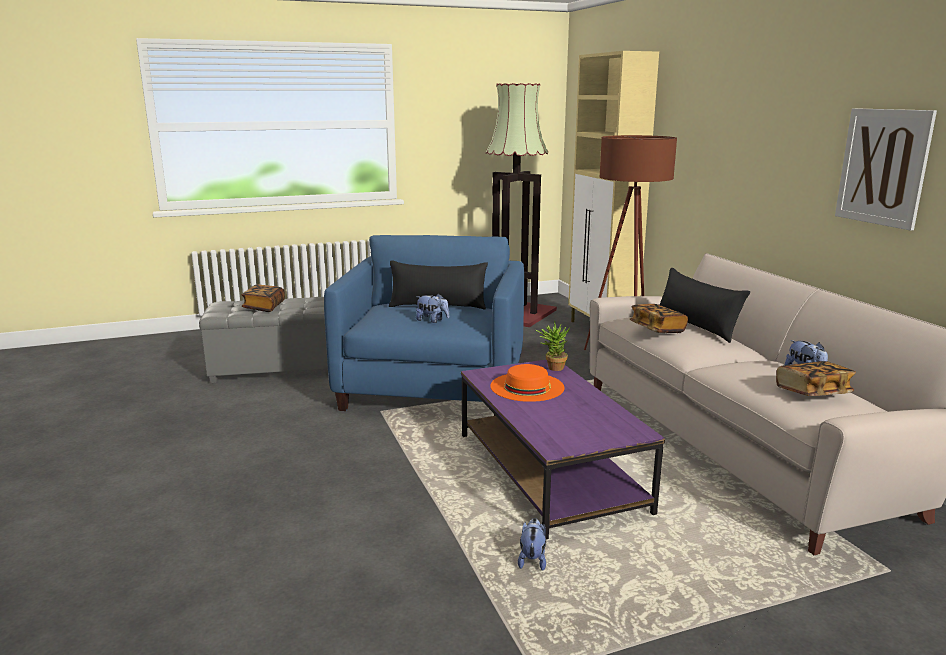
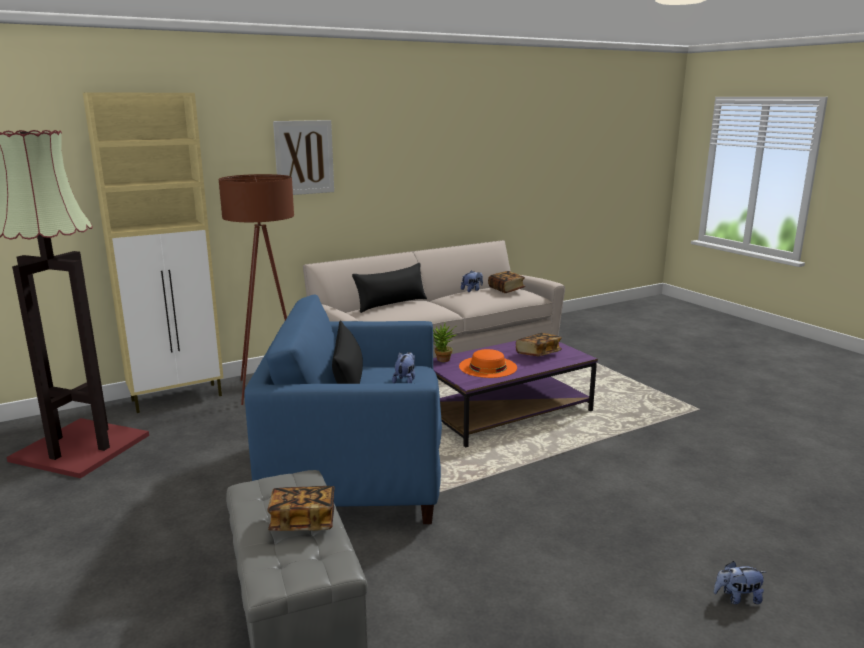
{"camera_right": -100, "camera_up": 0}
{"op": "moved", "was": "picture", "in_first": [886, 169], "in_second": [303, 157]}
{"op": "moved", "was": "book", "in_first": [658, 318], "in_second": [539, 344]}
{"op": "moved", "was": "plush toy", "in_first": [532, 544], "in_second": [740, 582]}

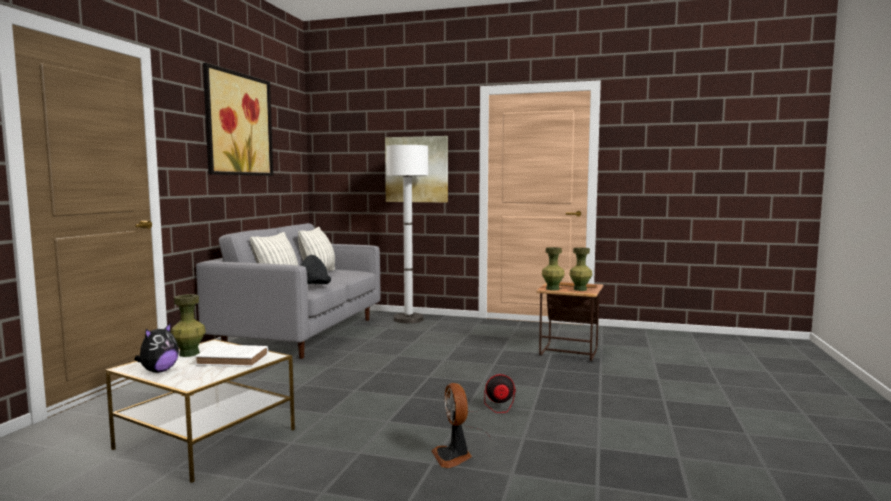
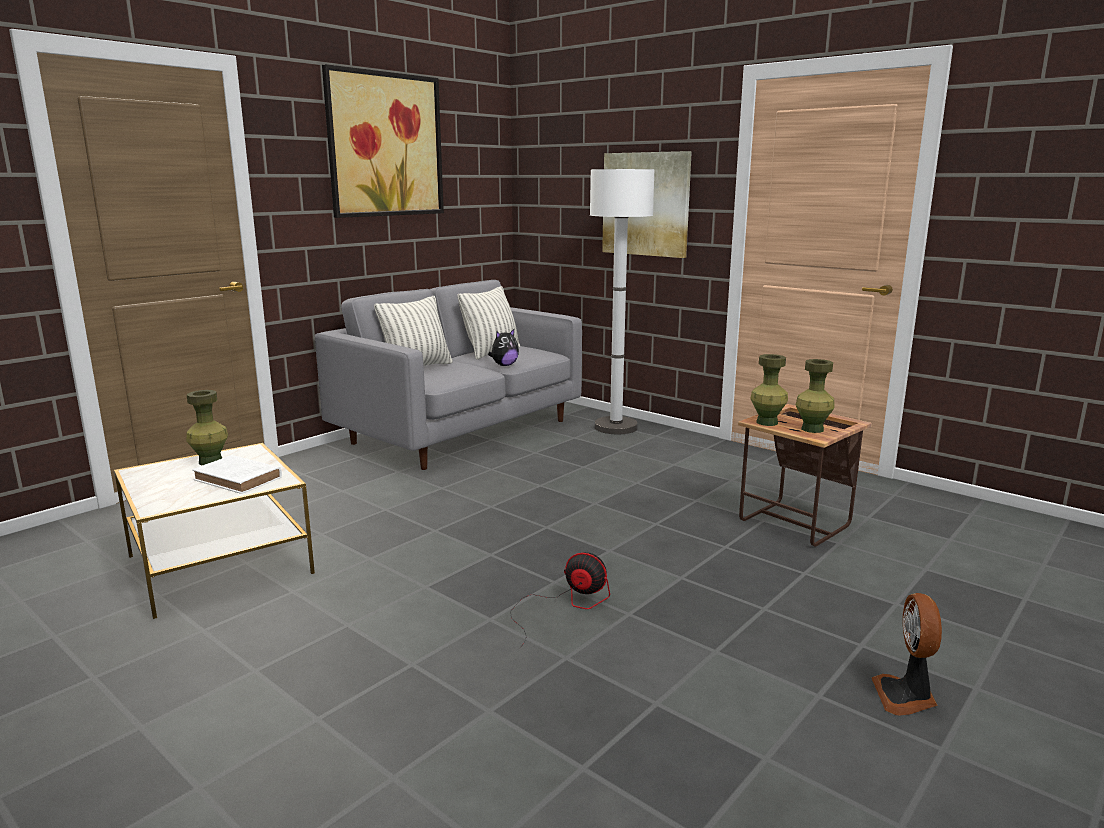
{"camera_right": 25, "camera_up": 10}
{"op": "moved", "was": "plush toy", "in_first": [156, 348], "in_second": [503, 347]}
{"op": "moved", "was": "fan", "in_first": [451, 425], "in_second": [907, 654]}
{"op": "removed", "was": "hat/black", "in_first": [315, 269]}

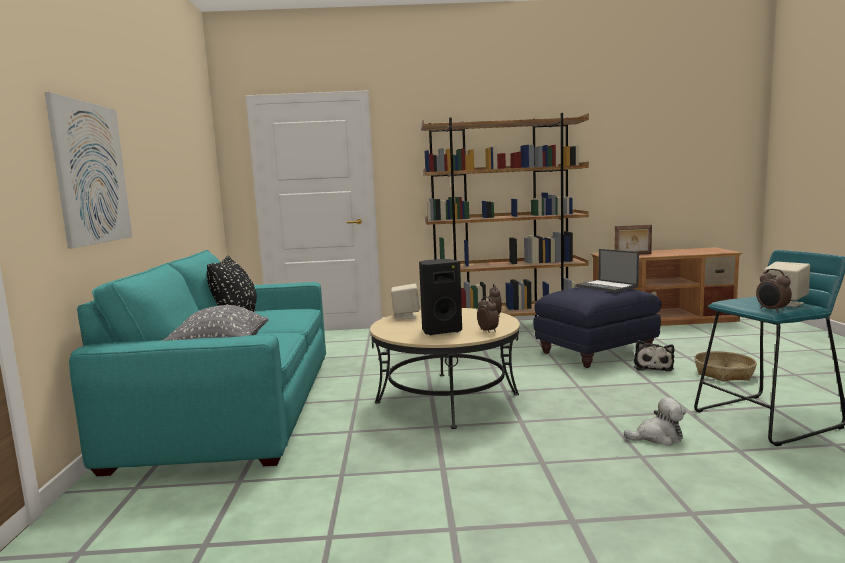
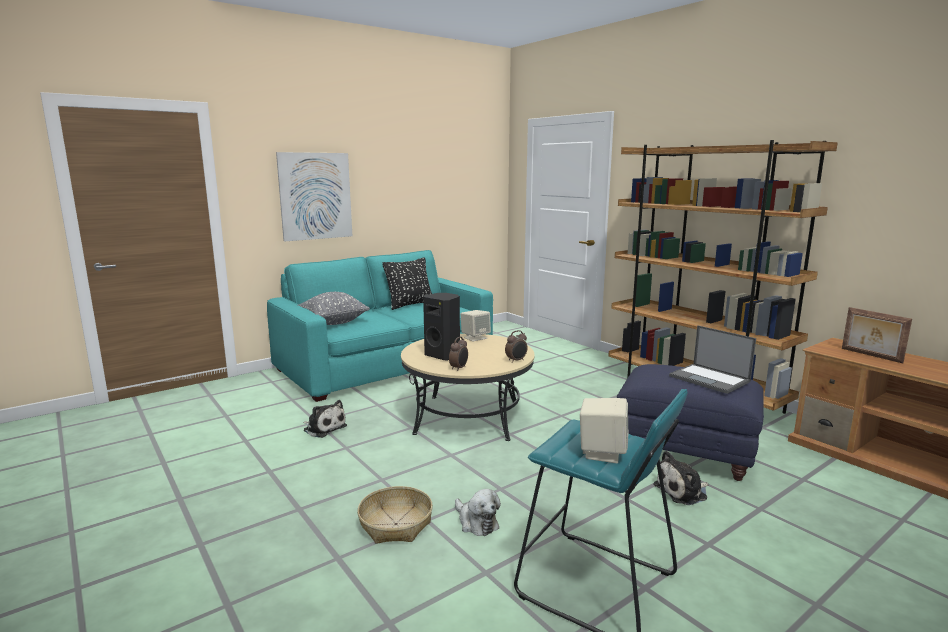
{"camera_right": 55, "camera_up": 5}
{"op": "added", "now": "plush toy", "in_second": [325, 419]}
{"op": "moved", "was": "basket", "in_first": [725, 366], "in_second": [395, 515]}
{"op": "turned", "was": "laptop", "in_first": [607, 270], "in_second": [712, 359], "clockwise": -60}
{"op": "removed", "was": "alarm clock", "in_first": [774, 291]}

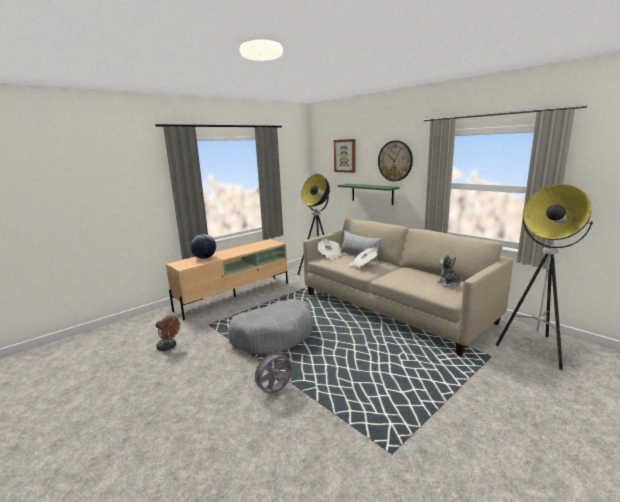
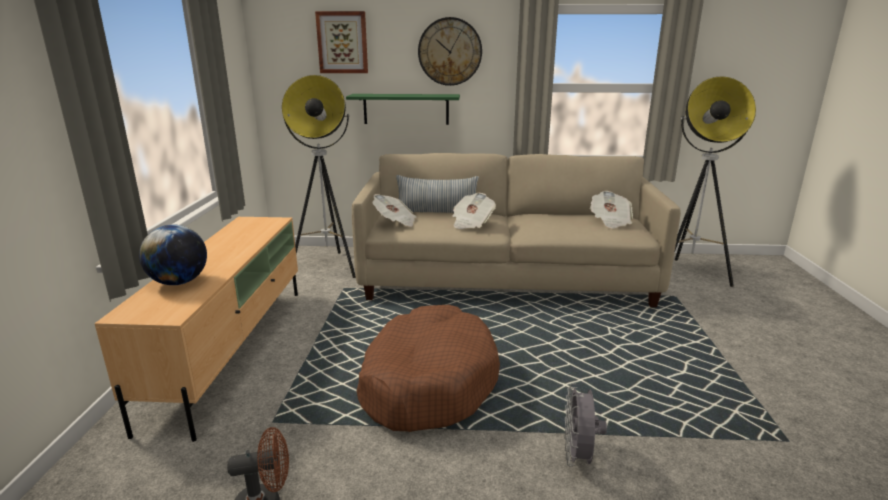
{"camera_right": -45, "camera_up": 5}
{"op": "recoloured", "was": "dog bed/grey", "now": "dog bed/brown", "in_first": [270, 327], "in_second": [428, 368]}
{"op": "replaced", "was": "plush toy", "now": "newspaper", "in_first": [449, 270], "in_second": [611, 209]}

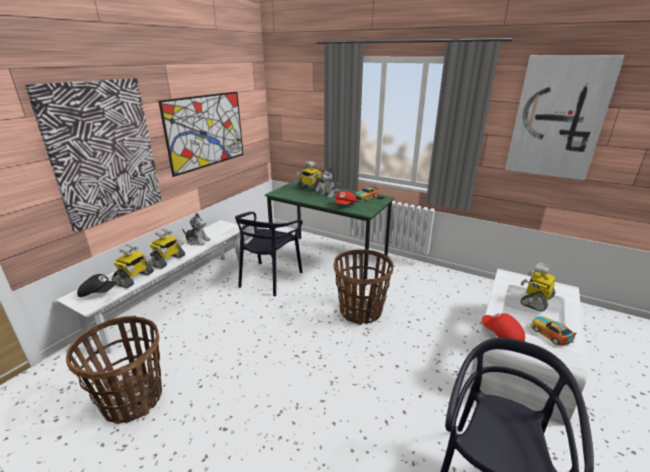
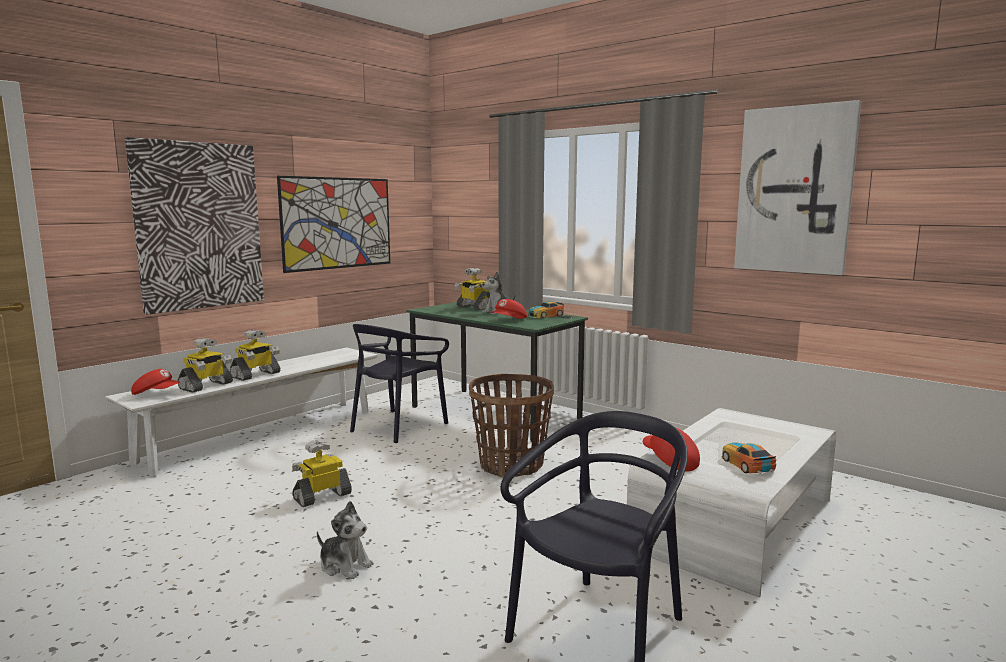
{"camera_right": 10, "camera_up": -15}
{"op": "recoloured", "was": "cap/black", "now": "cap/red", "in_first": [97, 285], "in_second": [155, 382]}
{"op": "moved", "was": "toy robot", "in_first": [537, 287], "in_second": [322, 473]}
{"op": "moved", "was": "plush toy", "in_first": [196, 229], "in_second": [345, 540]}
{"op": "removed", "was": "basket", "in_first": [114, 370]}

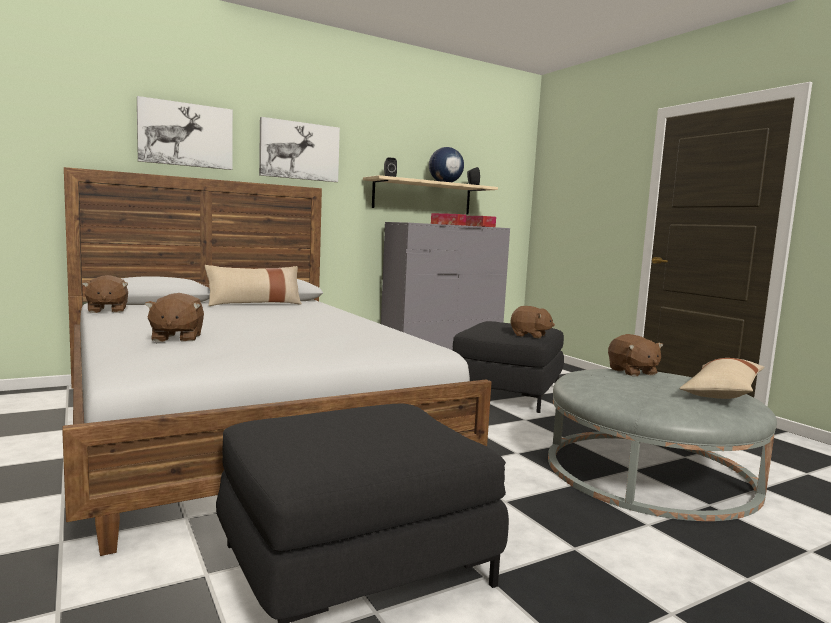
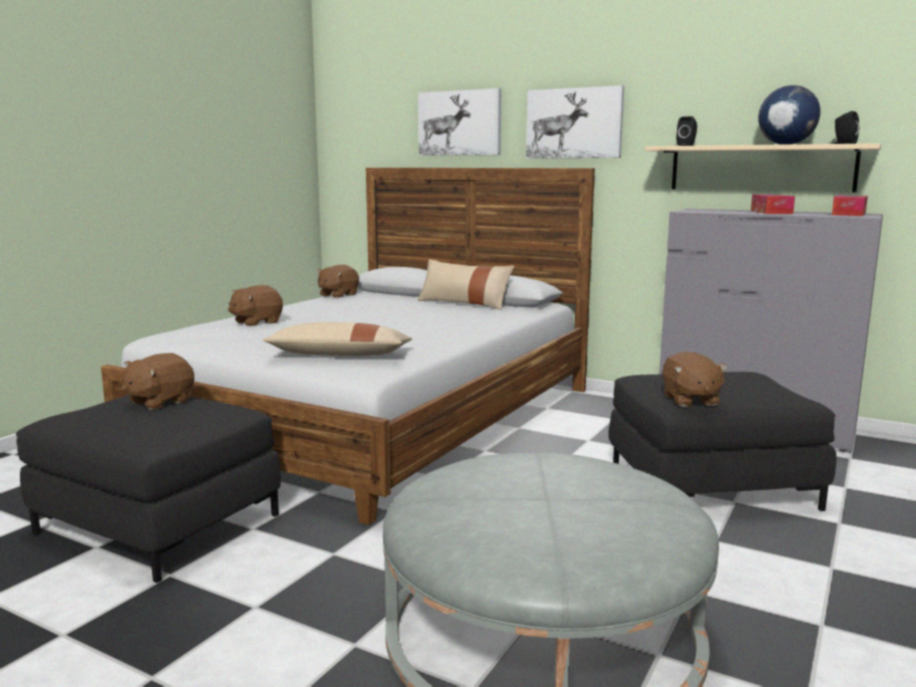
{"camera_right": 60, "camera_up": 5}
{"op": "moved", "was": "plush toy/brown", "in_first": [635, 355], "in_second": [157, 381]}
{"op": "moved", "was": "pillow/beige", "in_first": [722, 378], "in_second": [337, 339]}

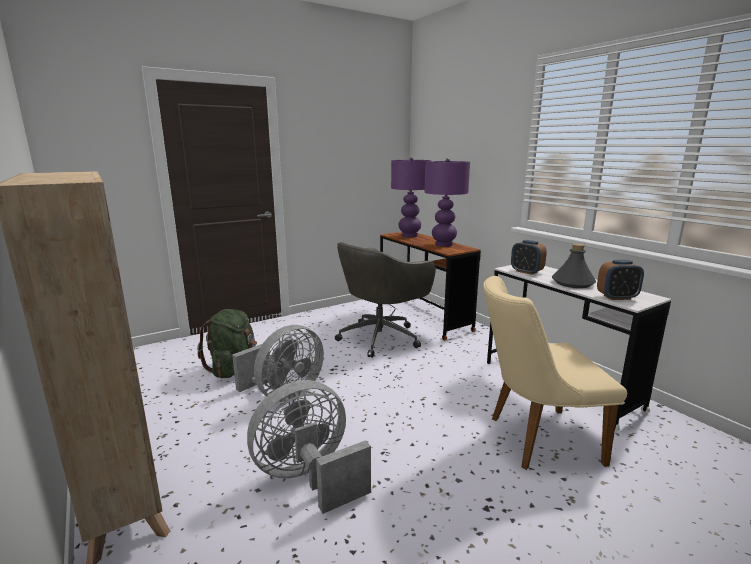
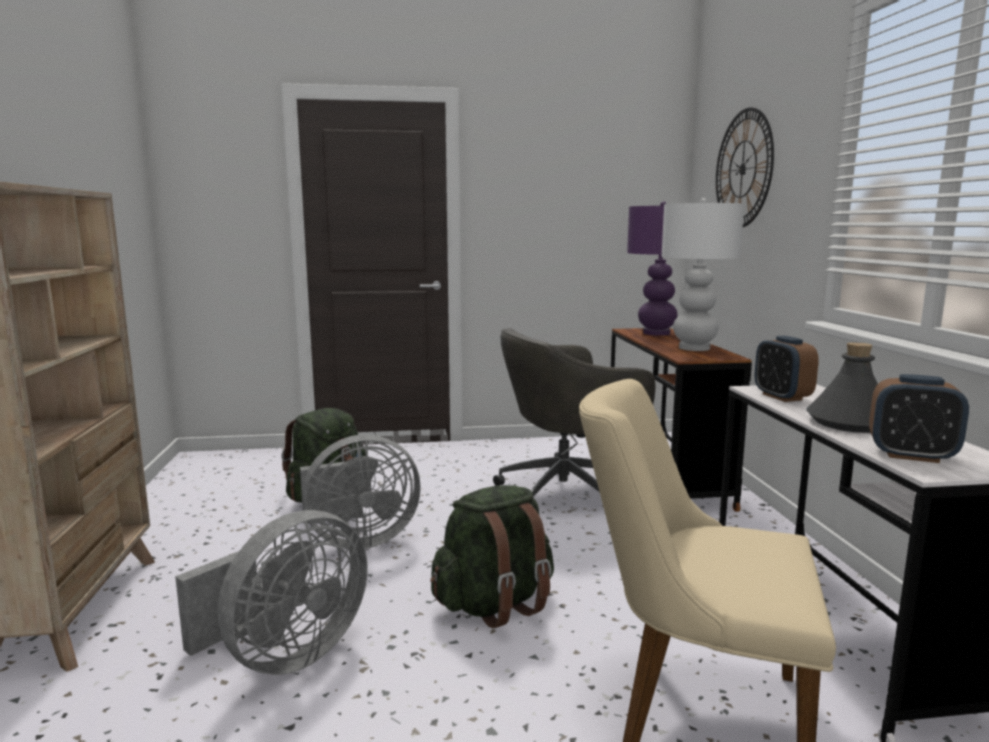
{"camera_right": 25, "camera_up": -5}
{"op": "turned", "was": "fan/grey", "in_first": [309, 447], "in_second": [271, 592], "clockwise": 135}
{"op": "added", "now": "backpack/green", "in_second": [492, 556]}
{"op": "recoloured", "was": "table lamp/purple", "now": "table lamp/white", "in_first": [447, 202], "in_second": [703, 274]}
{"op": "added", "now": "wall clock", "in_second": [745, 167]}

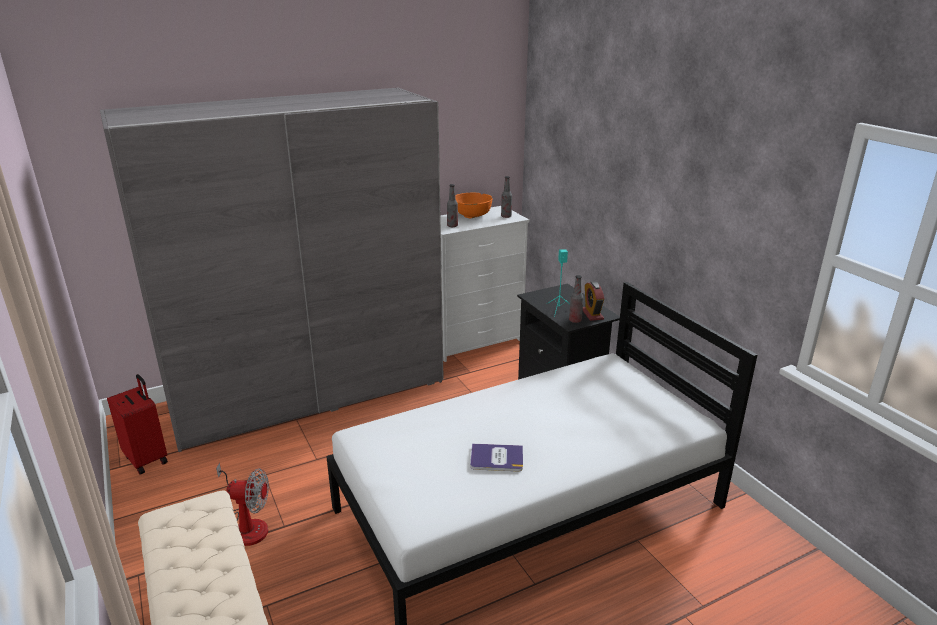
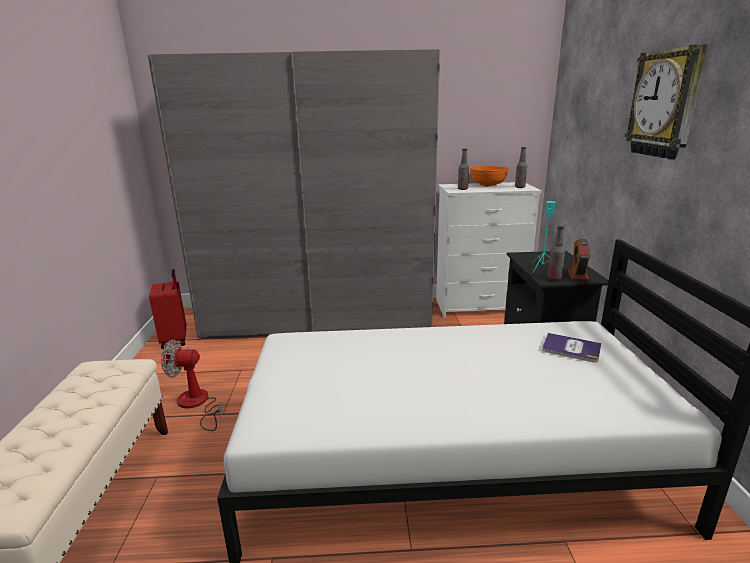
{"camera_right": 25, "camera_up": -5}
{"op": "turned", "was": "fan", "in_first": [242, 504], "in_second": [192, 385], "clockwise": 150}
{"op": "moved", "was": "book", "in_first": [496, 457], "in_second": [571, 348]}
{"op": "added", "now": "wall clock", "in_second": [666, 102]}

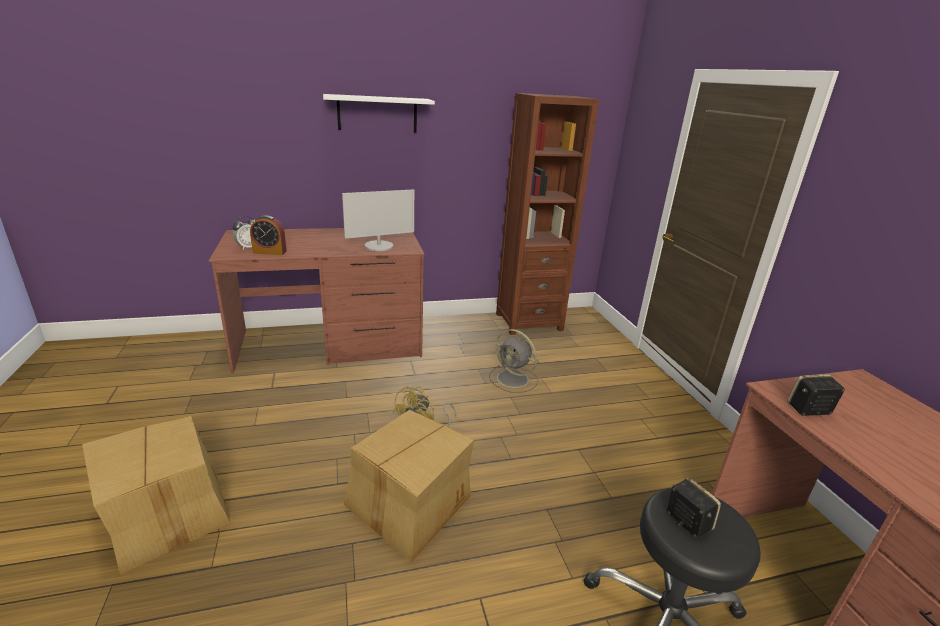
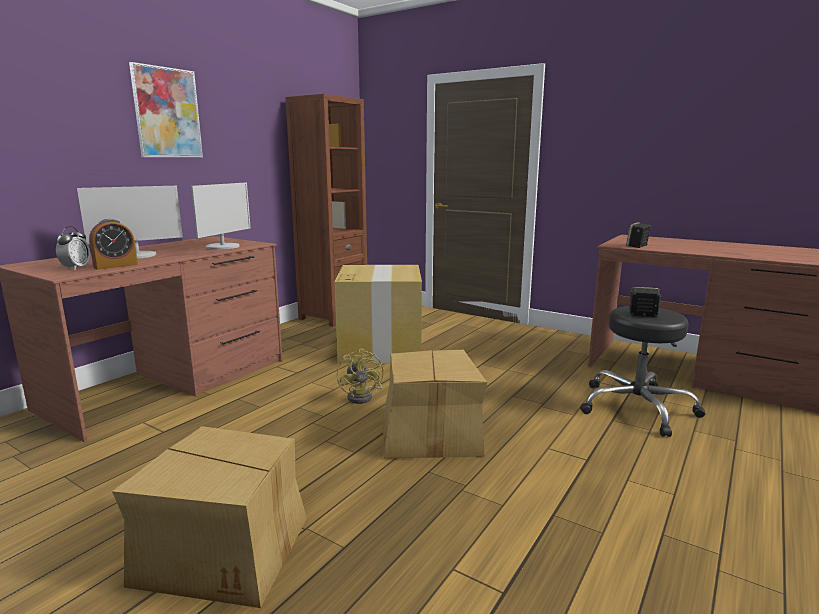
{"camera_right": -40, "camera_up": -10}
{"op": "added", "now": "monitor", "in_second": [130, 222]}
{"op": "replaced", "was": "shelf/white", "now": "picture", "in_first": [379, 113], "in_second": [166, 109]}
{"op": "replaced", "was": "fan/grey", "now": "cardboard box", "in_first": [513, 361], "in_second": [378, 314]}

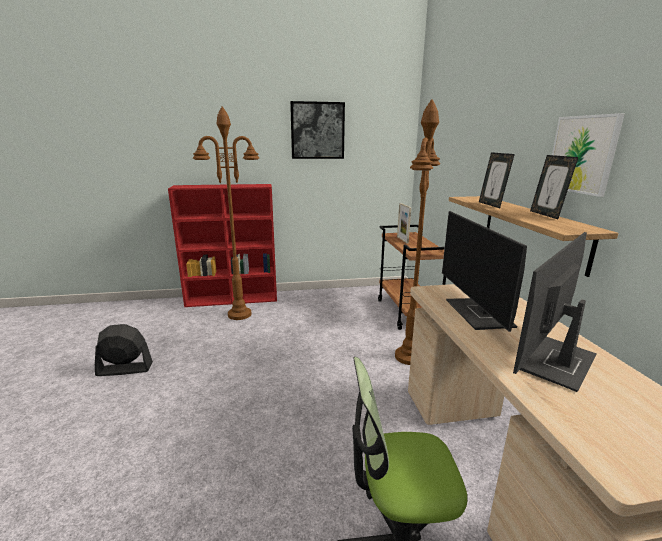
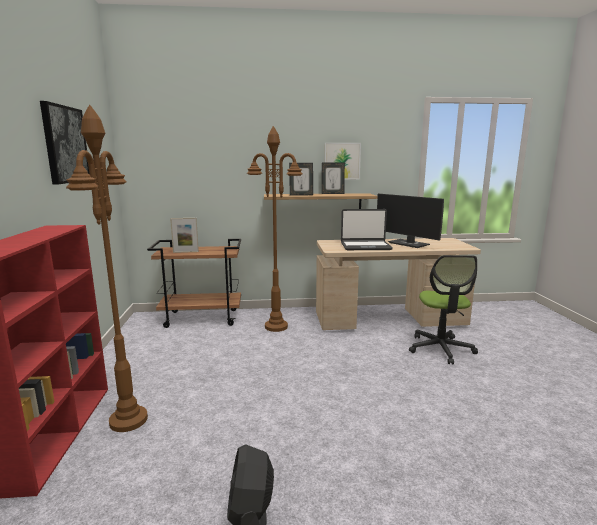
{"camera_right": -85, "camera_up": -5}
{"op": "replaced", "was": "monitor", "now": "laptop", "in_first": [484, 271], "in_second": [367, 229]}

